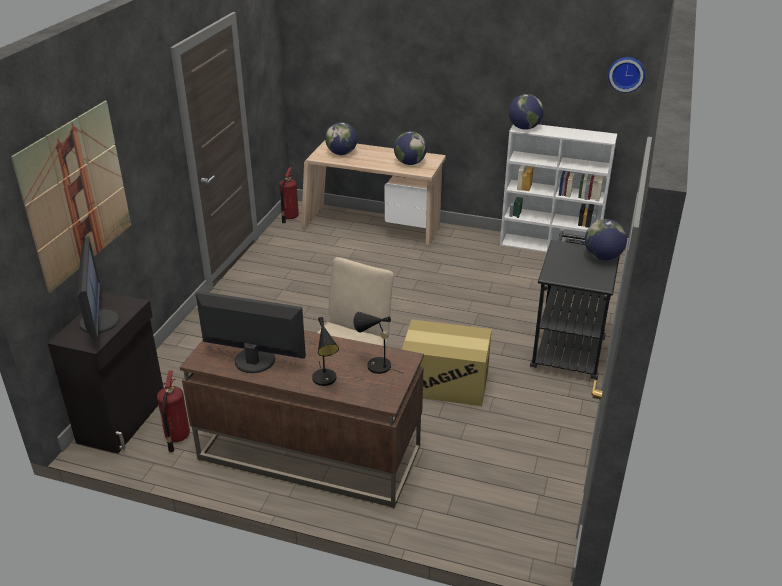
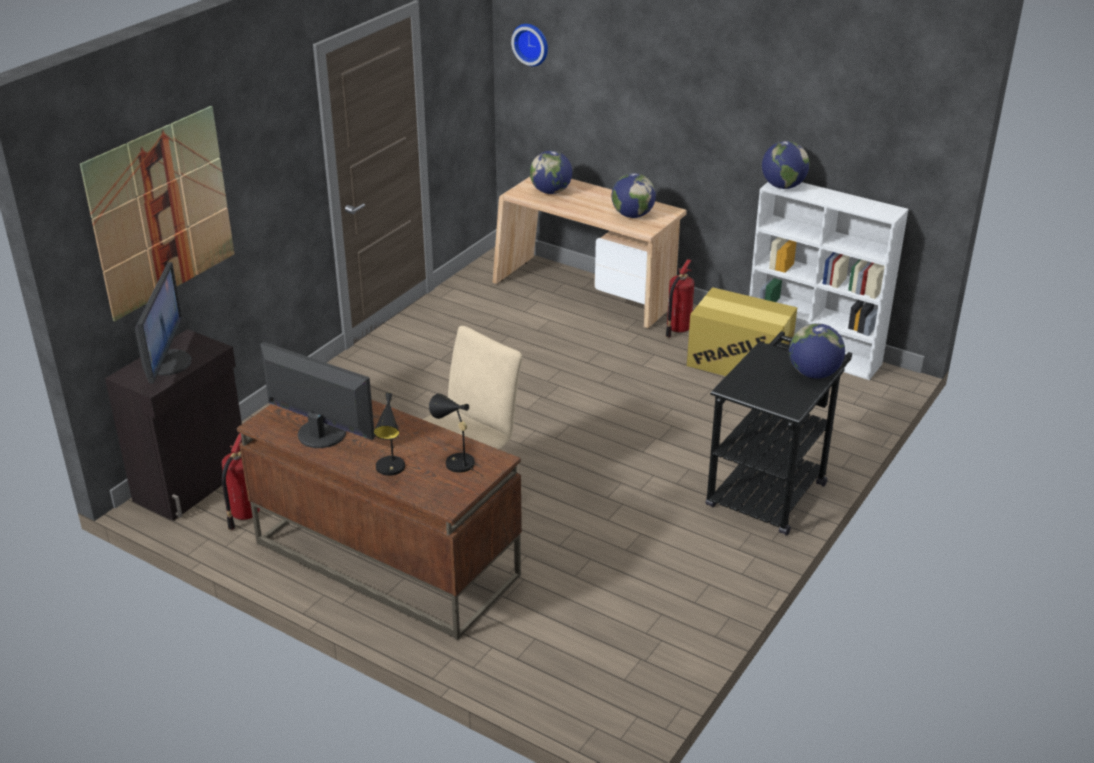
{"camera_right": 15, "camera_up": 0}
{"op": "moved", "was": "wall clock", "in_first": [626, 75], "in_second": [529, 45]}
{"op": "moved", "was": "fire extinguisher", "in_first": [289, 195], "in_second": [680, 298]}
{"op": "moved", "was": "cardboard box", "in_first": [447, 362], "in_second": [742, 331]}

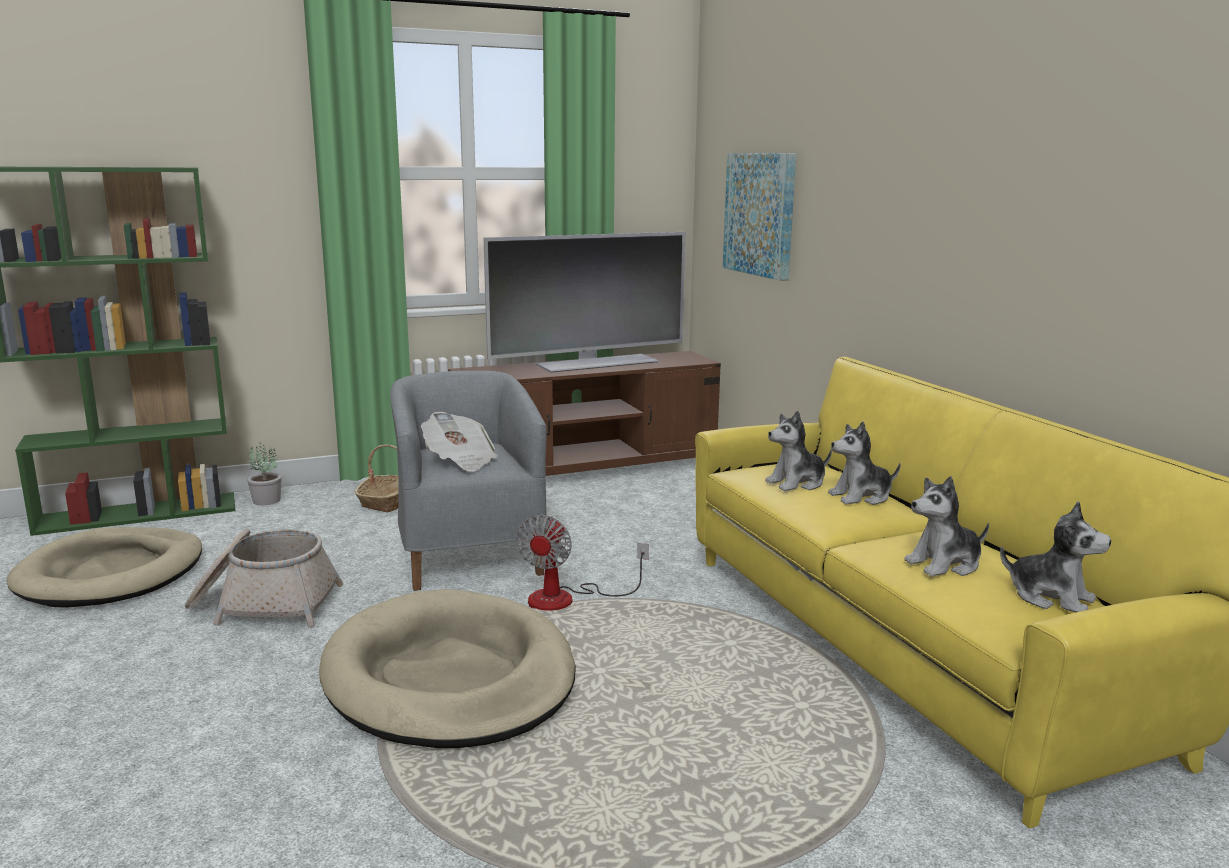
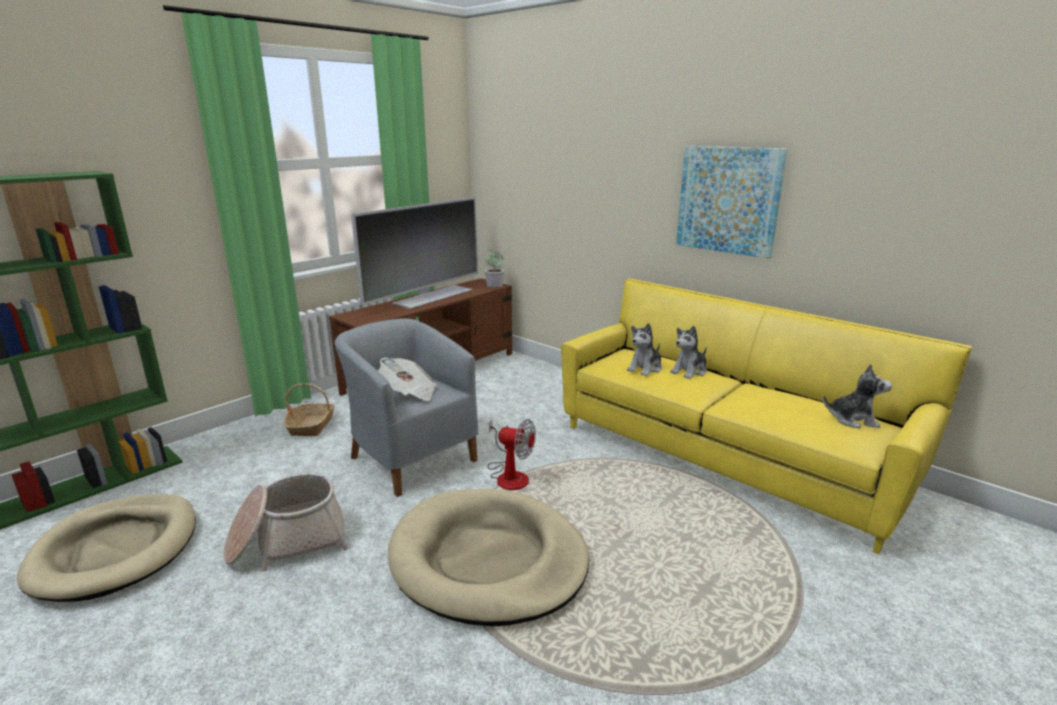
{"camera_right": -25, "camera_up": 5}
{"op": "moved", "was": "potted plant", "in_first": [264, 473], "in_second": [495, 268]}
{"op": "turned", "was": "fan", "in_first": [582, 563], "in_second": [512, 454], "clockwise": -60}
{"op": "moved", "was": "picture", "in_first": [759, 217], "in_second": [731, 202]}
{"op": "removed", "was": "plush toy", "in_first": [946, 526]}

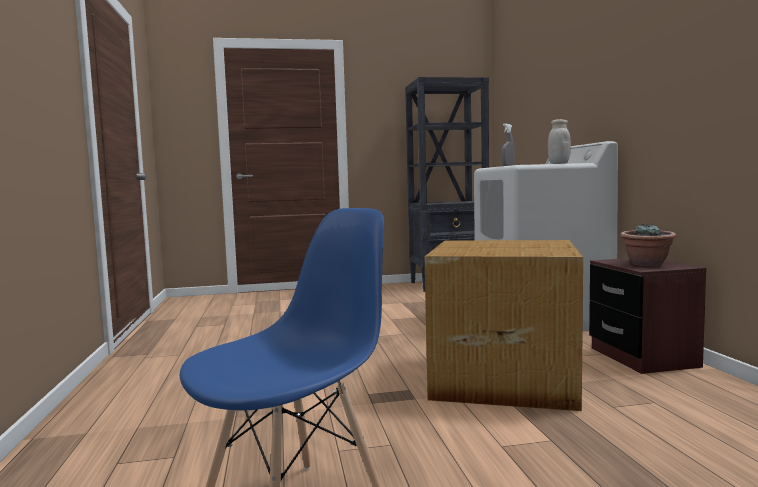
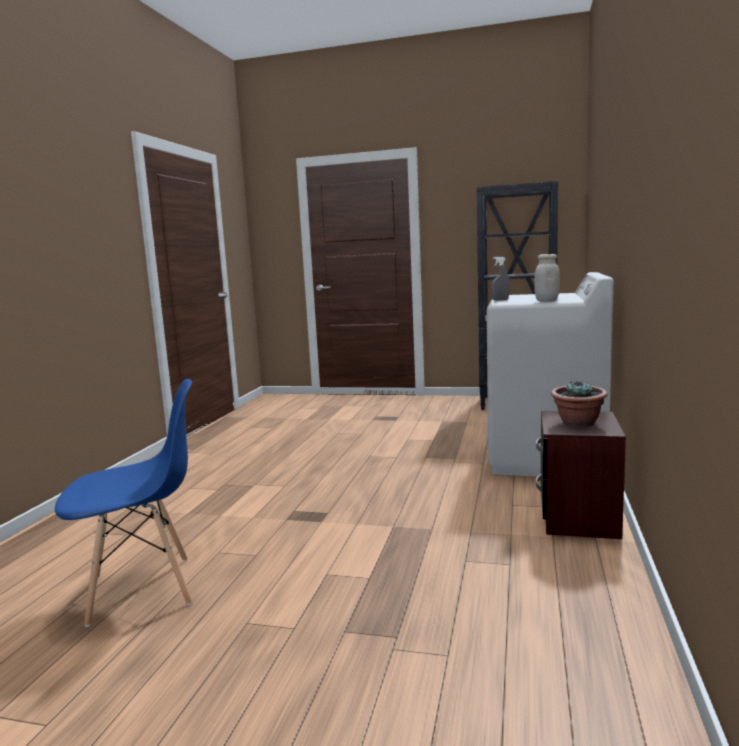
{"camera_right": 25, "camera_up": 5}
{"op": "removed", "was": "cardboard box", "in_first": [503, 325]}

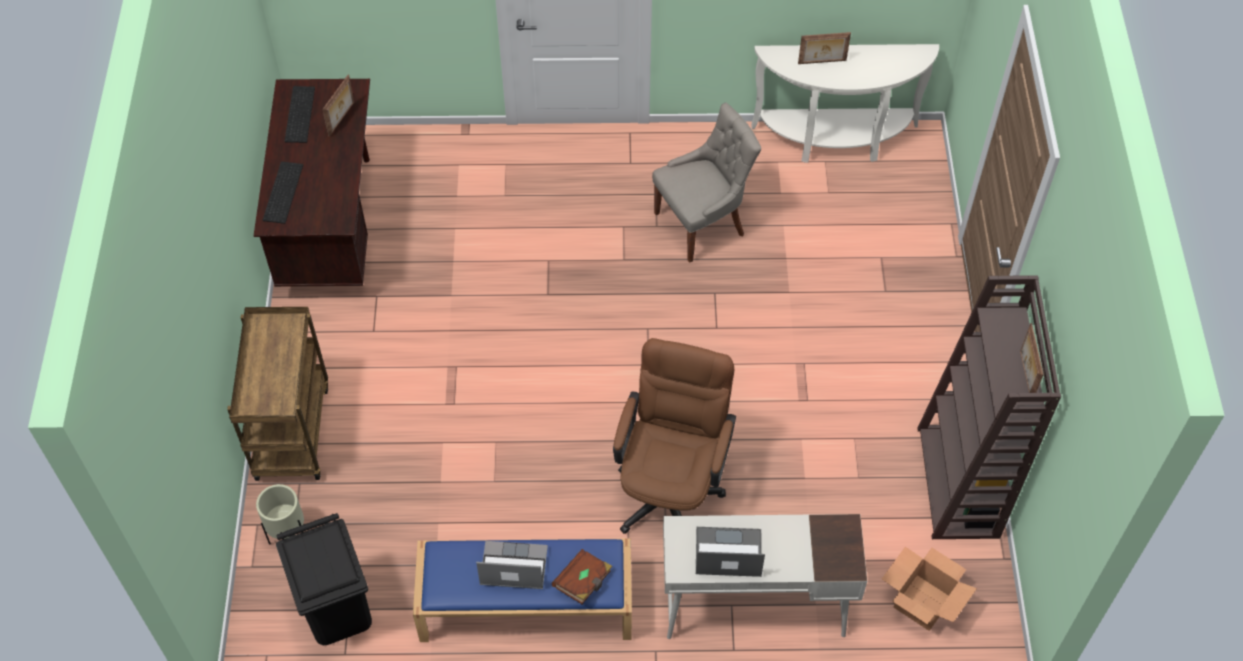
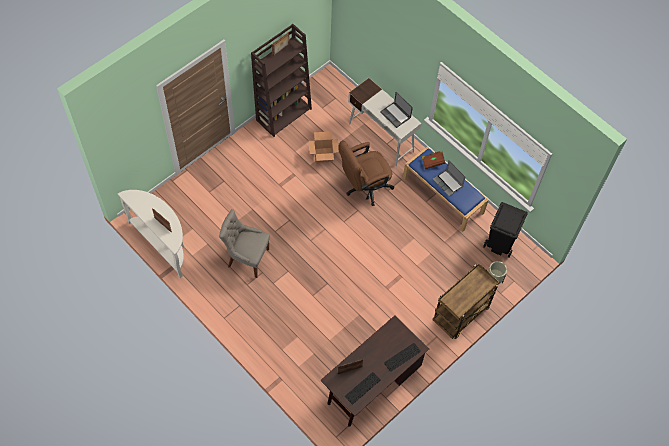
{"camera_right": -135, "camera_up": 5}
{"op": "moved", "was": "cardboard box", "in_first": [929, 589], "in_second": [324, 147]}

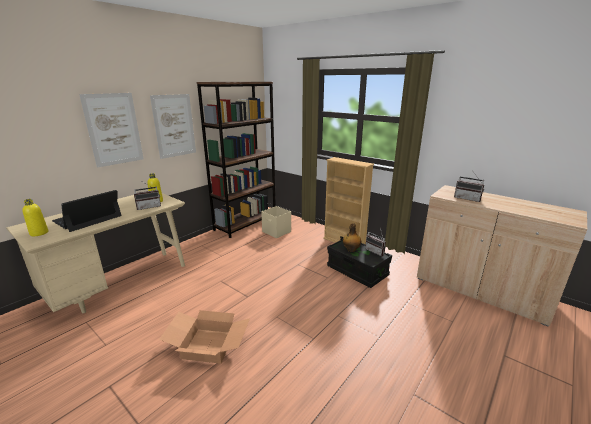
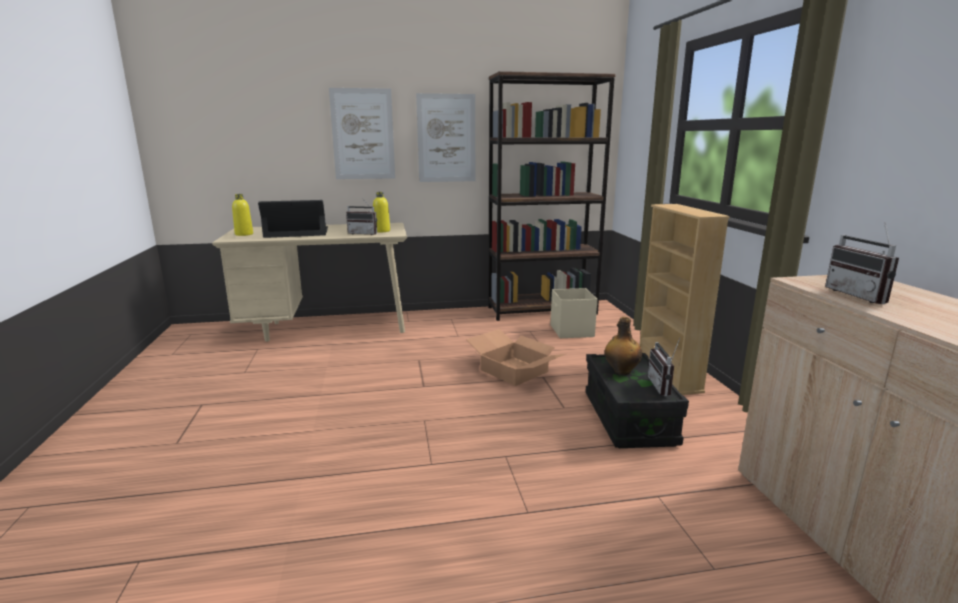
{"camera_right": 40, "camera_up": -5}
{"op": "moved", "was": "cardboard box", "in_first": [204, 337], "in_second": [516, 357]}

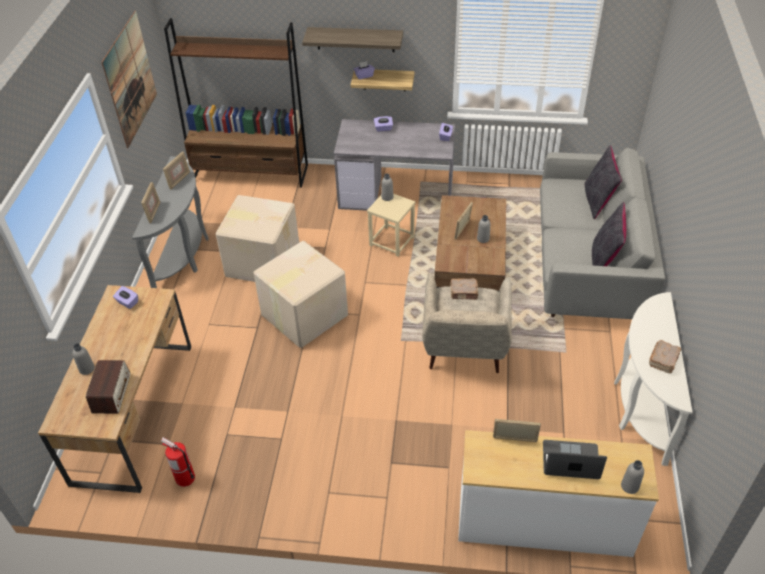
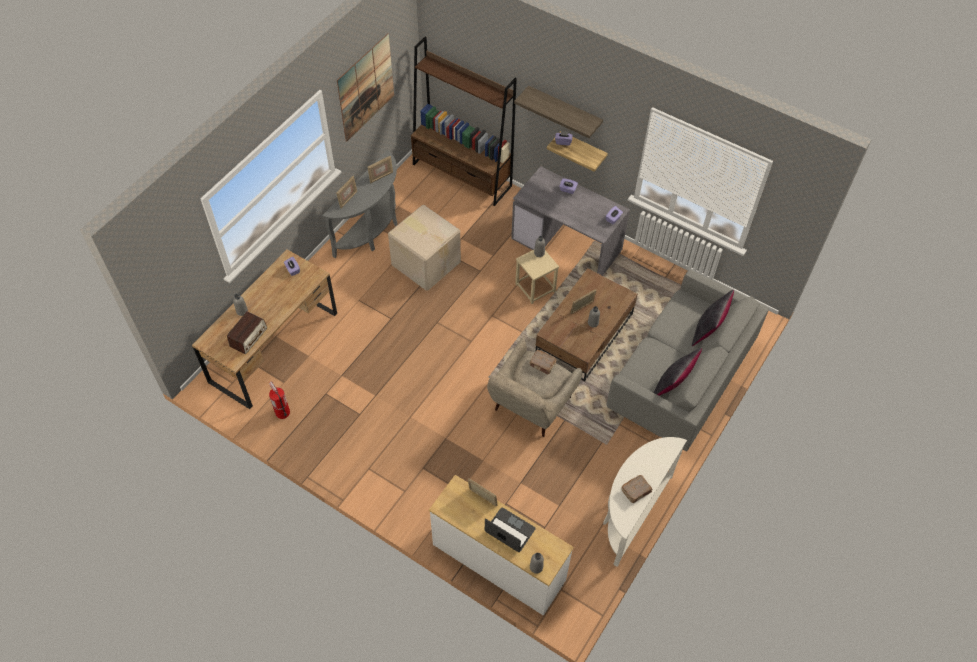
{"camera_right": 25, "camera_up": 10}
{"op": "removed", "was": "cardboard box", "in_first": [300, 294]}

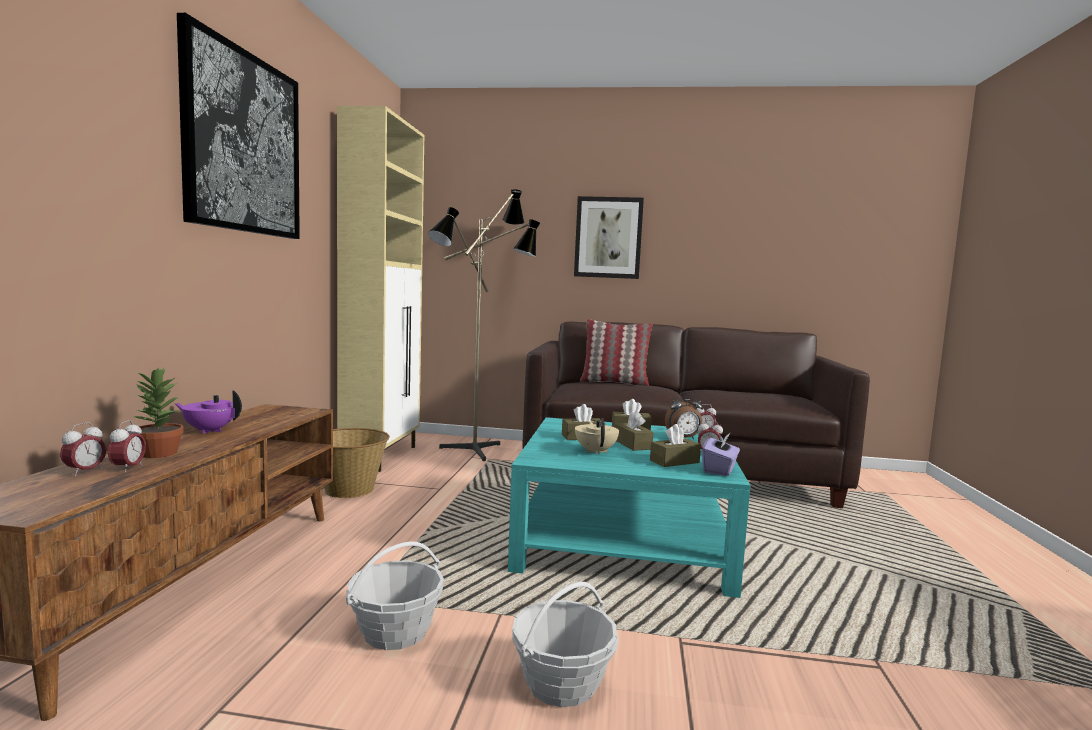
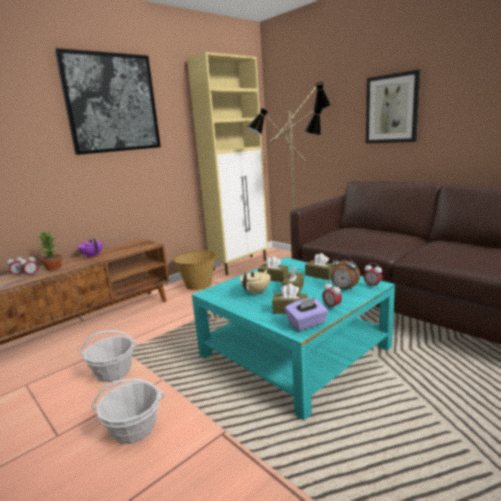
{"camera_right": 40, "camera_up": 10}
{"op": "removed", "was": "pillow", "in_first": [616, 352]}

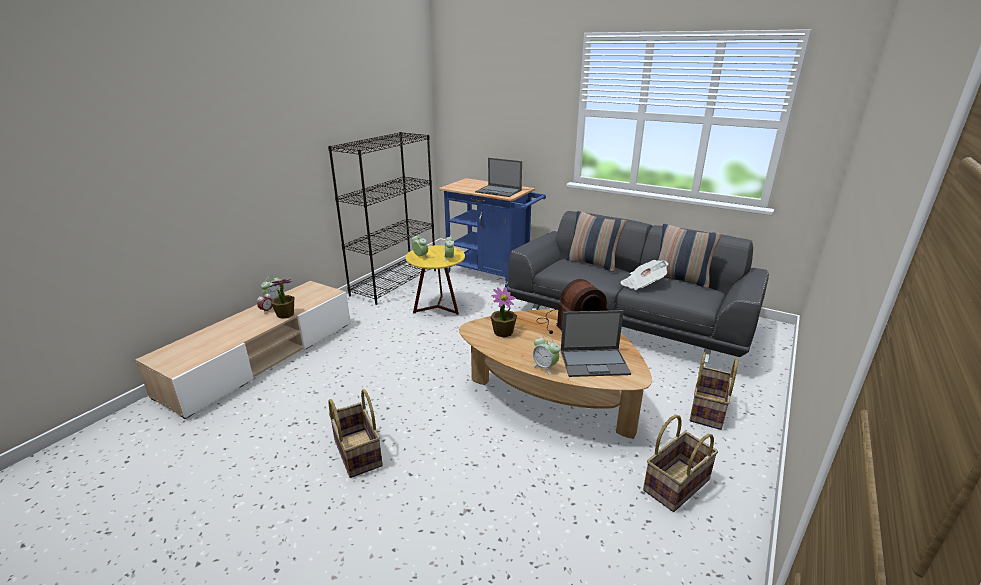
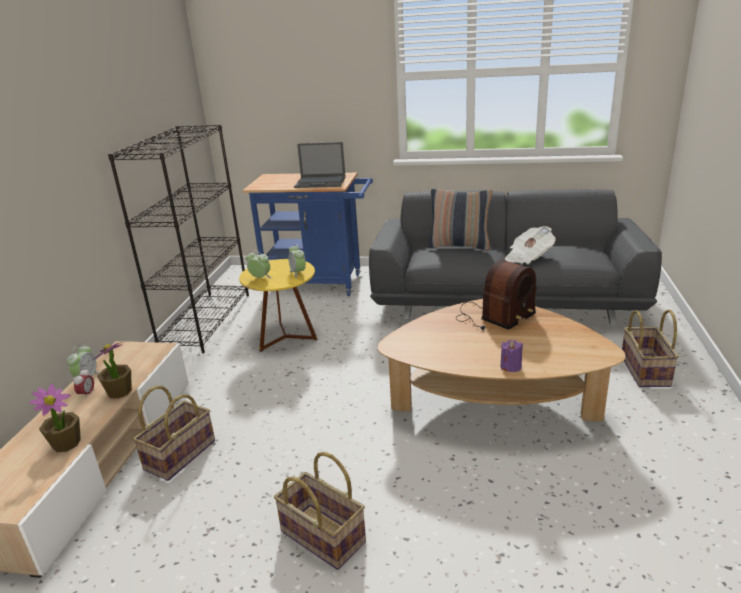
{"camera_right": -20, "camera_up": 0}
{"op": "moved", "was": "potted plant", "in_first": [504, 312], "in_second": [55, 418]}
{"op": "moved", "was": "basket", "in_first": [680, 463], "in_second": [174, 433]}
{"op": "replaced", "was": "alarm clock", "now": "candle/purple", "in_first": [546, 355], "in_second": [511, 356]}
{"op": "removed", "was": "laptop", "in_first": [596, 343]}
{"op": "removed", "was": "pillow", "in_first": [689, 256]}

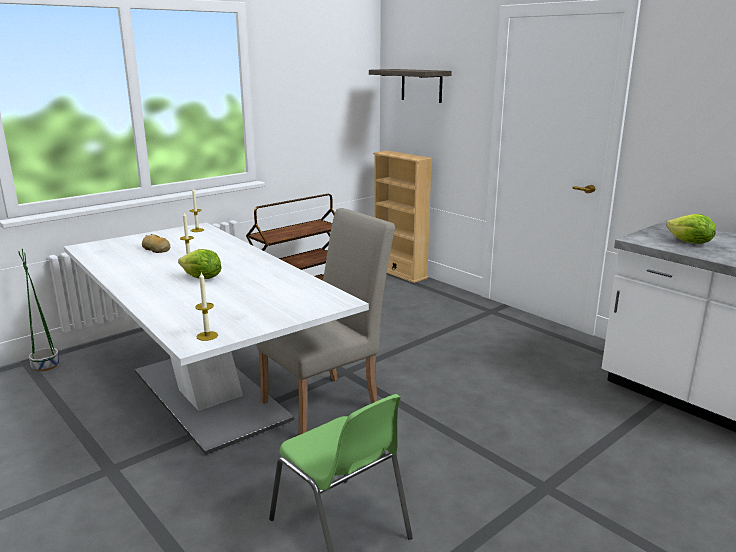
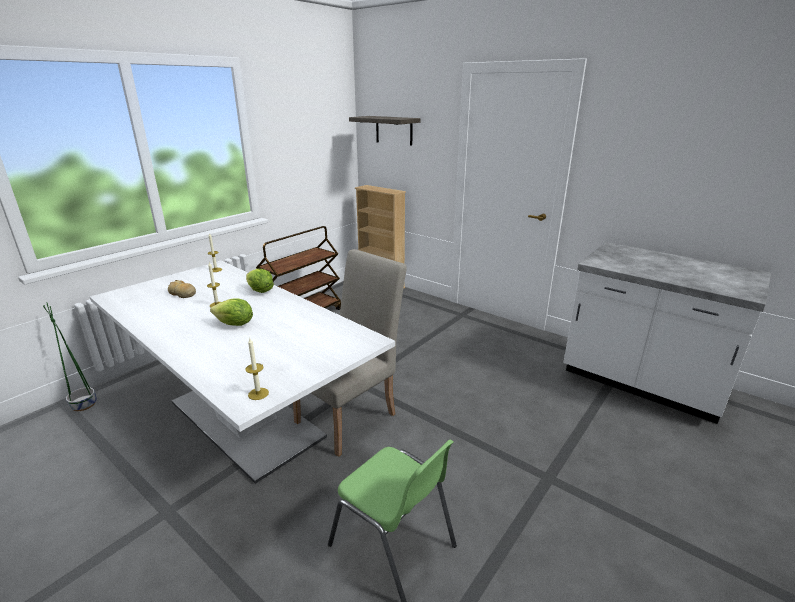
{"camera_right": -10, "camera_up": 5}
{"op": "moved", "was": "lettuce", "in_first": [691, 229], "in_second": [260, 281]}

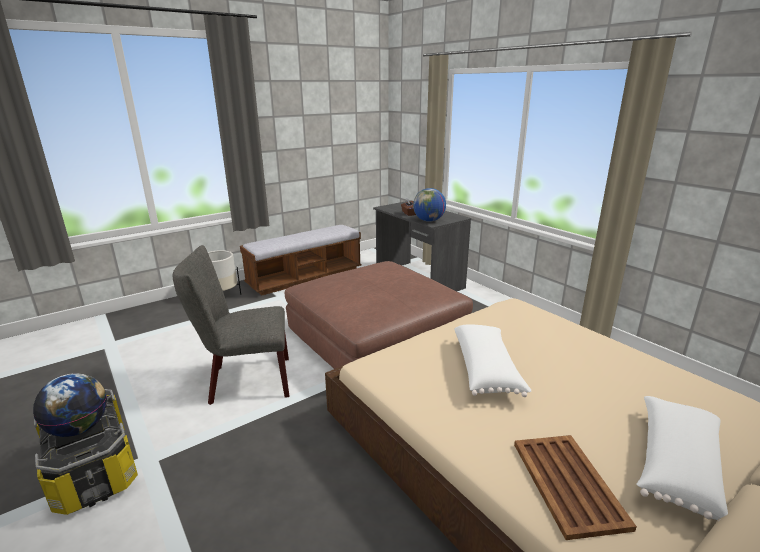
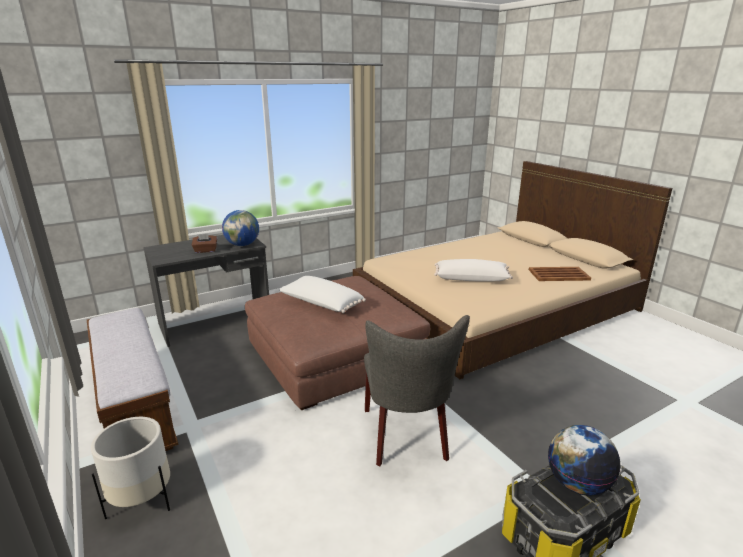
{"camera_right": -85, "camera_up": 0}
{"op": "moved", "was": "pillow/white", "in_first": [682, 458], "in_second": [322, 294]}

